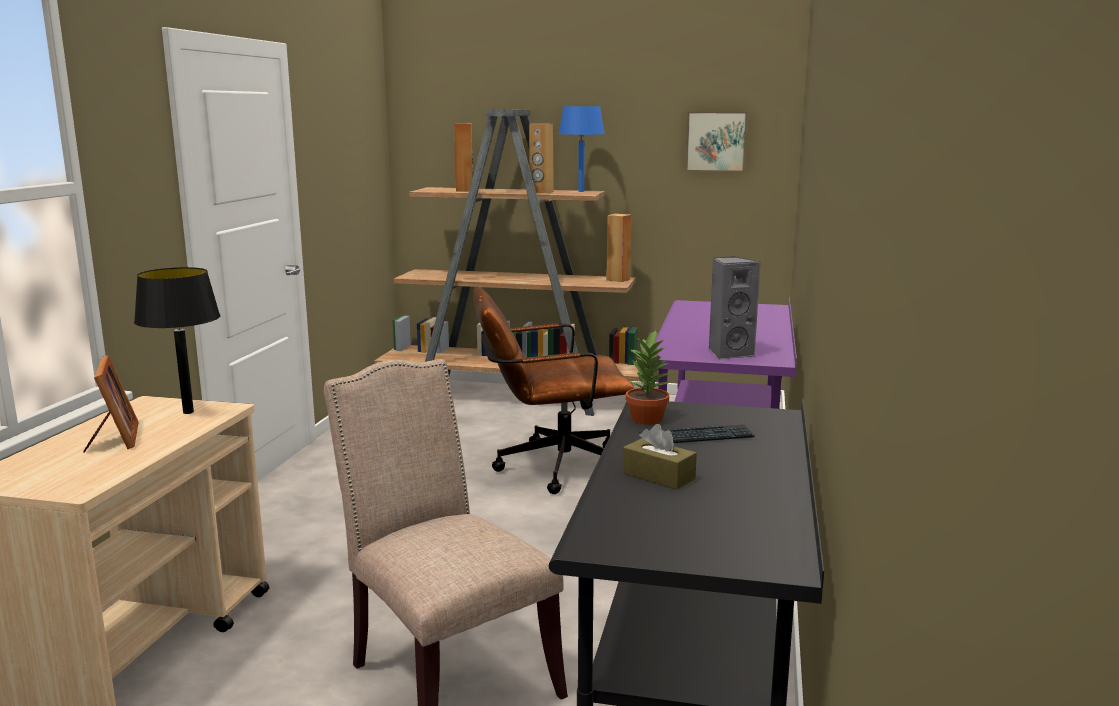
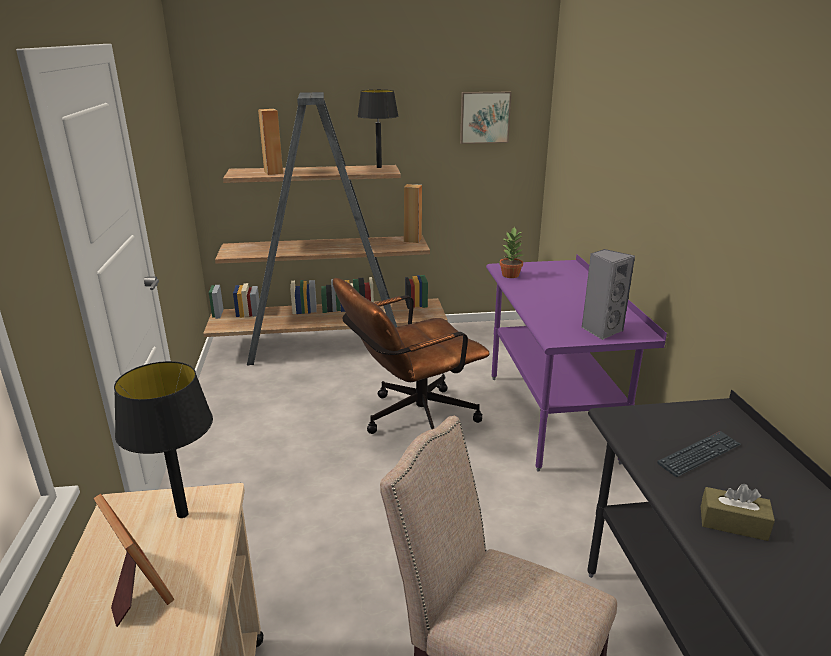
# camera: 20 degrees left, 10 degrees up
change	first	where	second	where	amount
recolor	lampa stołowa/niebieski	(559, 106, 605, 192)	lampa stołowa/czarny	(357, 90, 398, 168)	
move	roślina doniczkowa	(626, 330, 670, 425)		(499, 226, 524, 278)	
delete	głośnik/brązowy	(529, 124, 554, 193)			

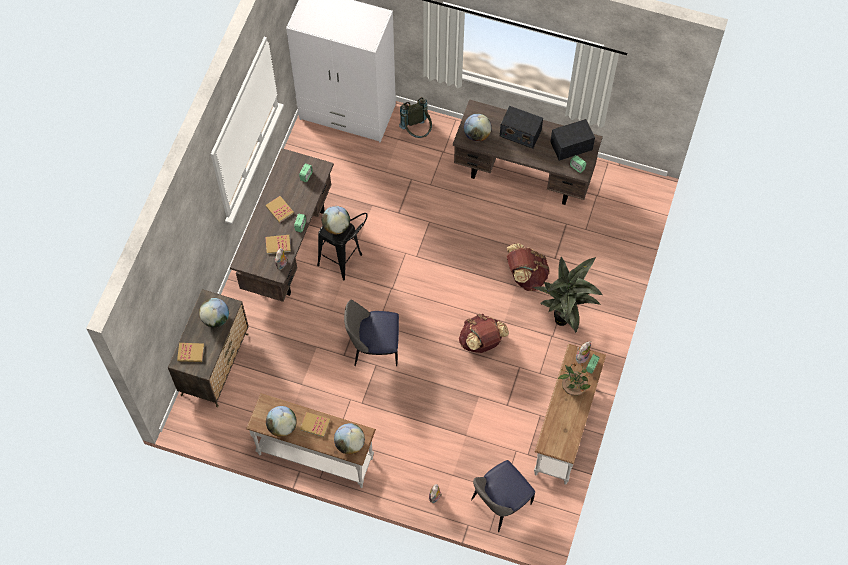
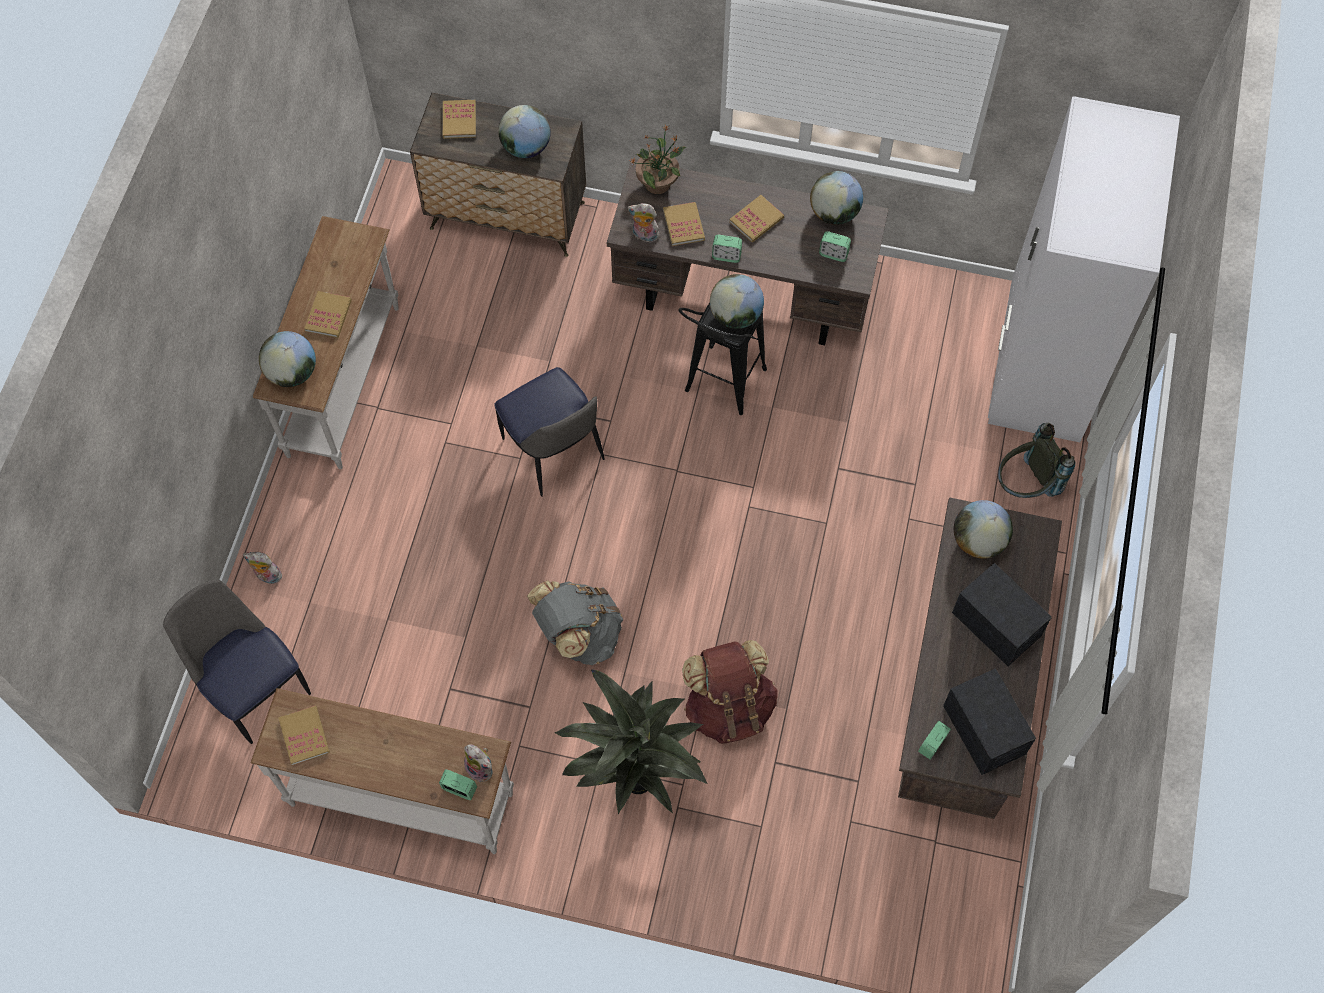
# camera: 85 degrees right, 0 degrees up
change	first	where	second	where	amount
insert			książka	(278, 706, 330, 766)	
rotate	krzesło	(344, 300, 399, 366)		(494, 367, 605, 497)	150 degrees clockwise
recolor	plecak/brązowy	(459, 314, 509, 353)	plecak/szary	(527, 580, 623, 665)	
move	roślina doniczkowa	(558, 363, 591, 396)		(630, 125, 686, 194)	
move	globus	(266, 406, 297, 437)		(810, 171, 863, 225)	
rotate	radio	(500, 106, 543, 148)		(952, 563, 1052, 666)	120 degrees clockwise

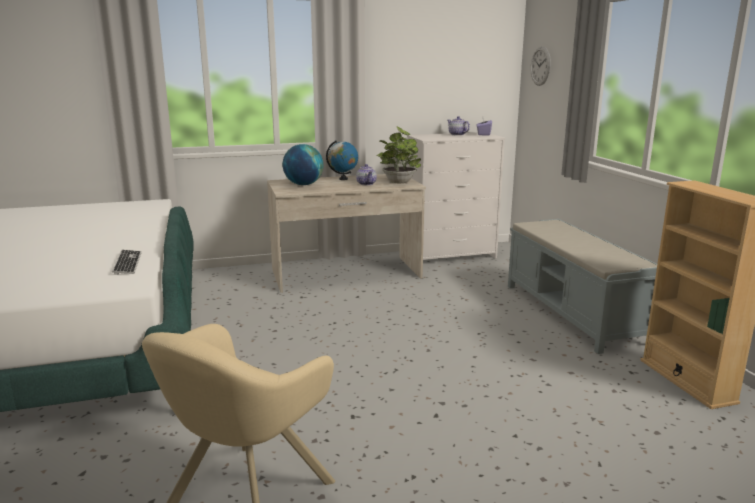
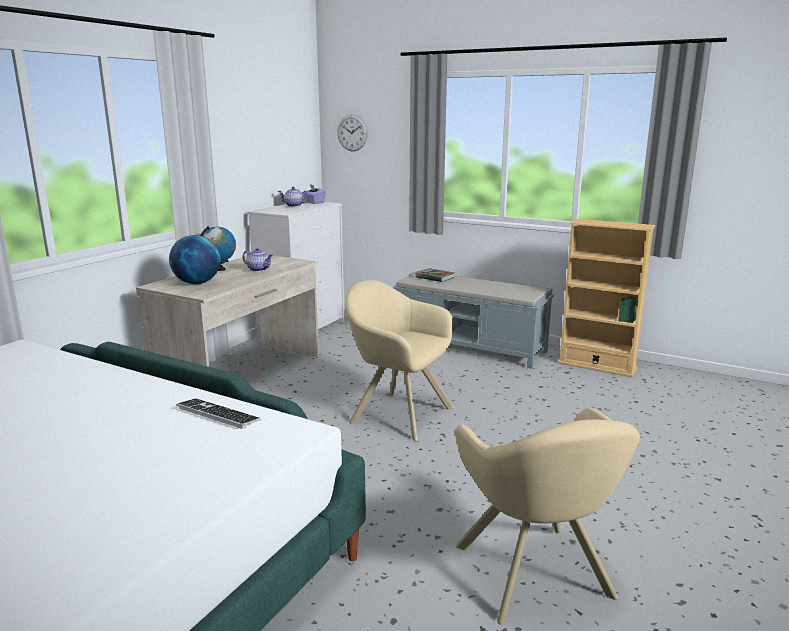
# camera: 45 degrees left, 0 degrees up
change	first	where	second	where	amount
insert			fotel/beżowy	(345, 280, 454, 442)	
insert			książka	(415, 268, 455, 282)	
delete	roślina doniczkowa	(377, 127, 421, 183)			

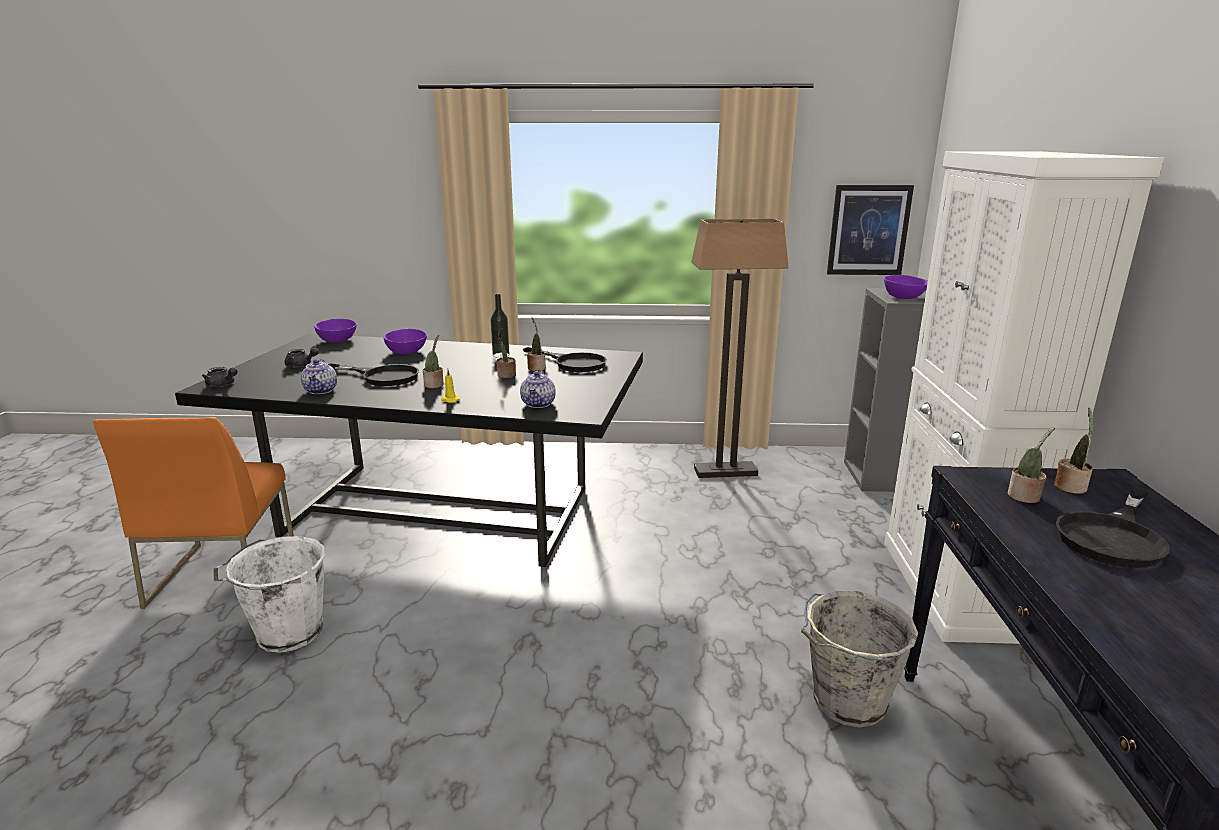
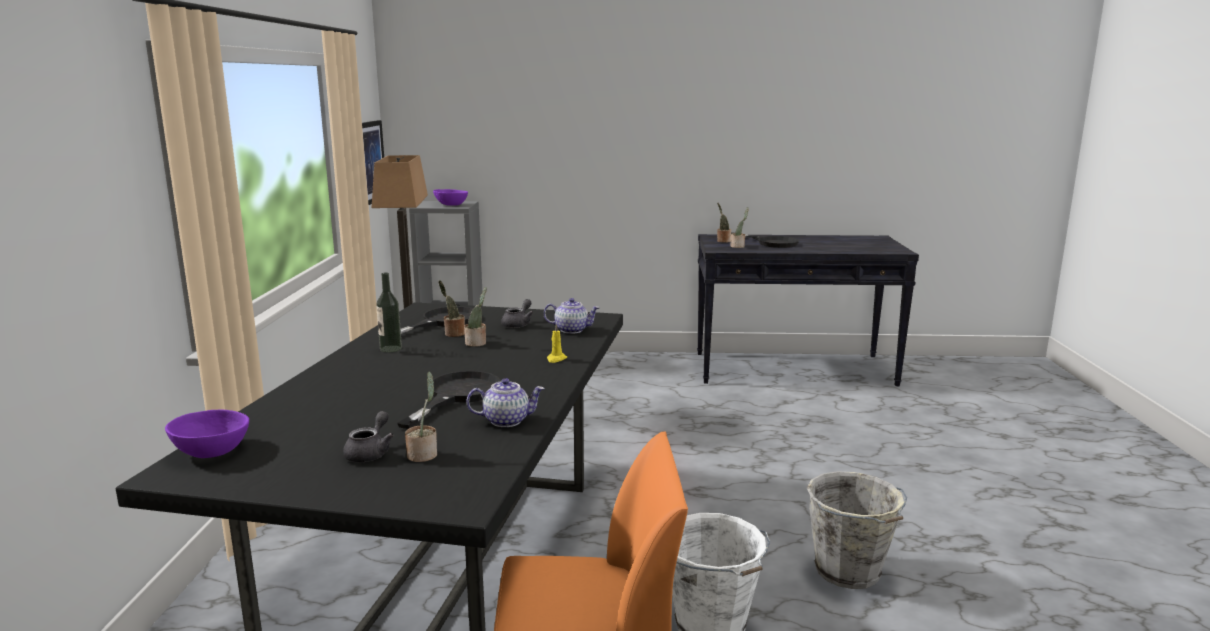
# camera: 90 degrees left, 5 degrees down
change	first	where	second	where	amount
move	roślina doniczkowa	(423, 335, 443, 388)		(405, 372, 437, 462)	
move	imbryk/szary	(202, 367, 238, 387)		(501, 299, 534, 328)	
move	wiadro/szary	(801, 591, 918, 728)		(807, 471, 907, 589)	
delete	miska/fioletowy	(384, 329, 427, 354)			
delete	szafka/biały	(884, 151, 1164, 644)			

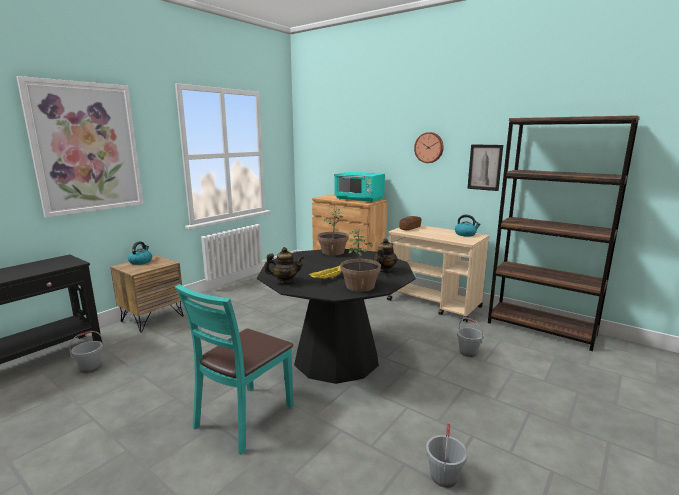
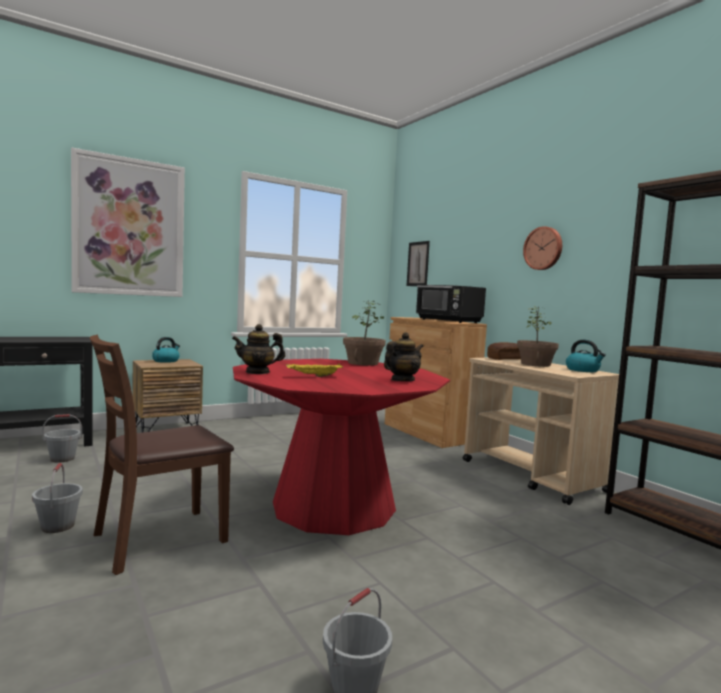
# camera: 20 degrees right, 10 degrees down
change	first	where	second	where	amount
move	wiadro/szary	(457, 318, 484, 357)		(32, 463, 83, 533)	
recolor	krzesło/turkusowy	(175, 284, 293, 454)	krzesło/brązowy	(90, 335, 234, 575)	
rotate	imbryk	(265, 247, 304, 284)		(232, 324, 285, 374)	150 degrees clockwise
recolor	stół jadalny/czarny	(257, 249, 416, 384)	stół jadalny/czerwony	(233, 359, 450, 535)	
move	obraz	(467, 144, 503, 191)		(407, 241, 430, 286)	
recolor	mikrofalówka/turkusowy	(334, 172, 385, 202)	mikrofalówka/czarny	(416, 285, 486, 323)	
move	roślina doniczkowa	(340, 229, 381, 292)		(517, 306, 559, 367)	

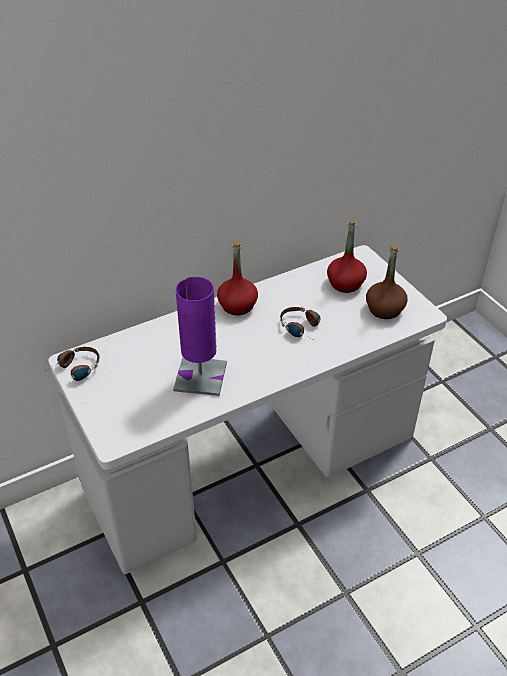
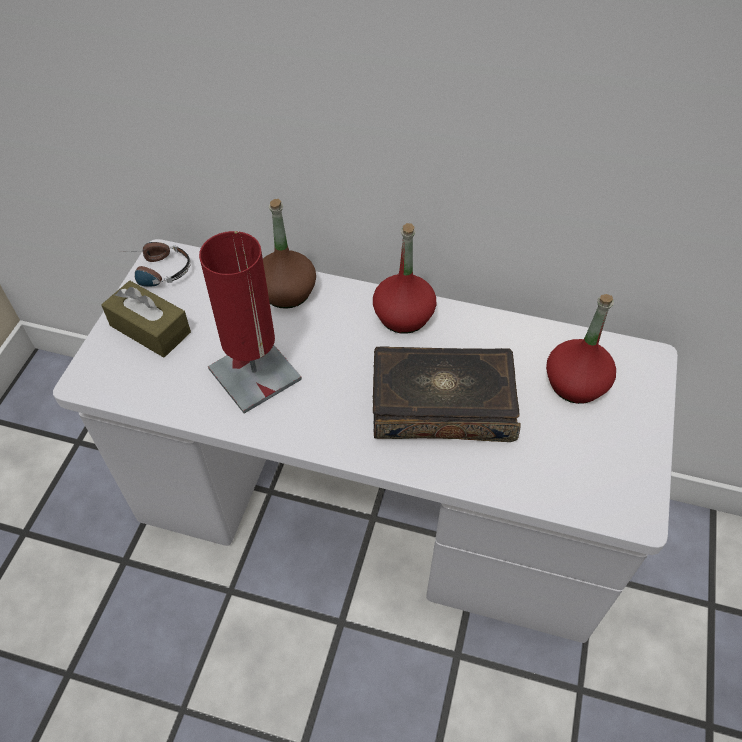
# camera: 45 degrees right, 10 degrees up
change	first	where	second	where	amount
insert			pudełko chusteczek/brązowy	(101, 281, 191, 358)	
recolor	lampa stołowa/fioletowy	(173, 277, 227, 396)	lampa stołowa/czerwony	(199, 231, 302, 414)	
move	butelka/brązowy	(366, 244, 408, 319)		(263, 199, 316, 309)	
replace	słuchawki	(280, 307, 321, 341)	książka	(373, 346, 521, 442)	

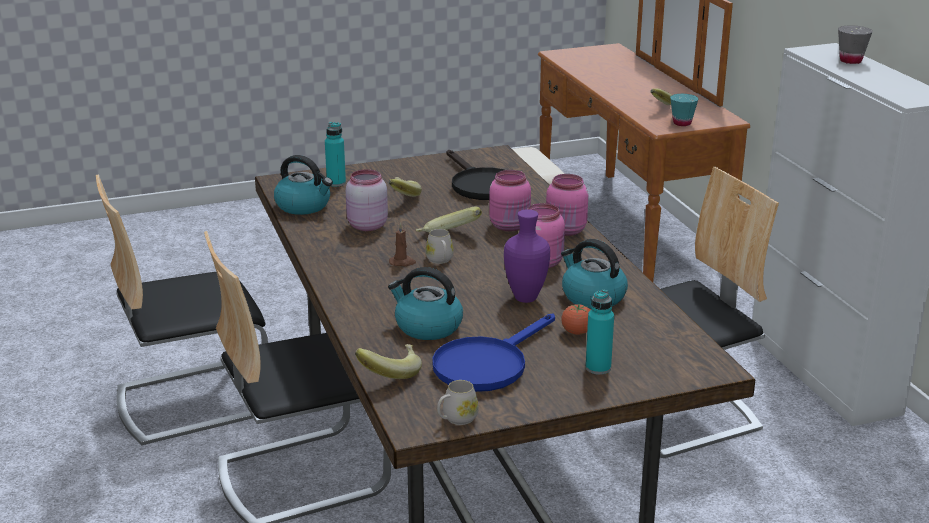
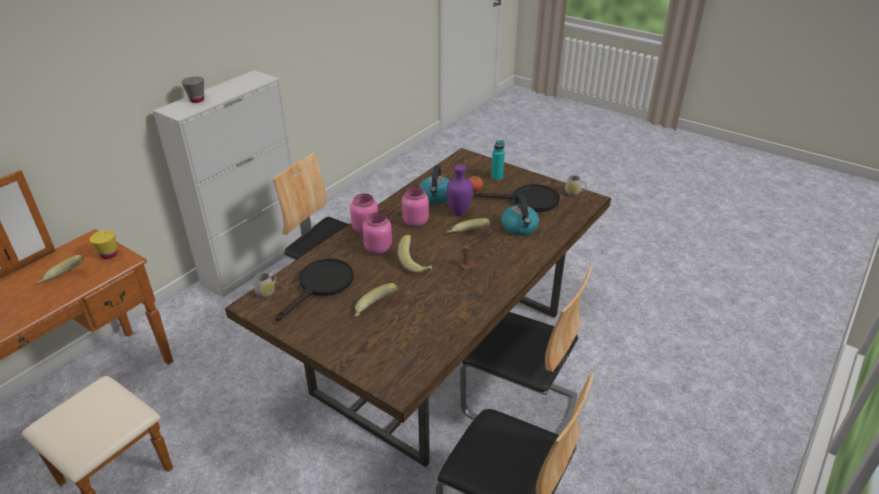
# camera: 125 degrees left, 10 degrees up
change	first	where	second	where	amount
recolor	filiżanka/turkusowy	(670, 94, 698, 126)	filiżanka/żółty	(90, 230, 117, 259)	
move	kubek/biały	(425, 229, 454, 264)		(254, 273, 276, 298)	
move	banan	(355, 344, 422, 379)		(447, 218, 490, 233)	
recolor	patelnia/niebieski	(432, 313, 555, 392)	patelnia/czarny	(474, 184, 560, 212)	
delete	czajnik	(274, 155, 333, 215)			
delete	butelka/turkusowy	(325, 122, 346, 187)			
delete	słoik/różowy	(346, 169, 388, 231)			

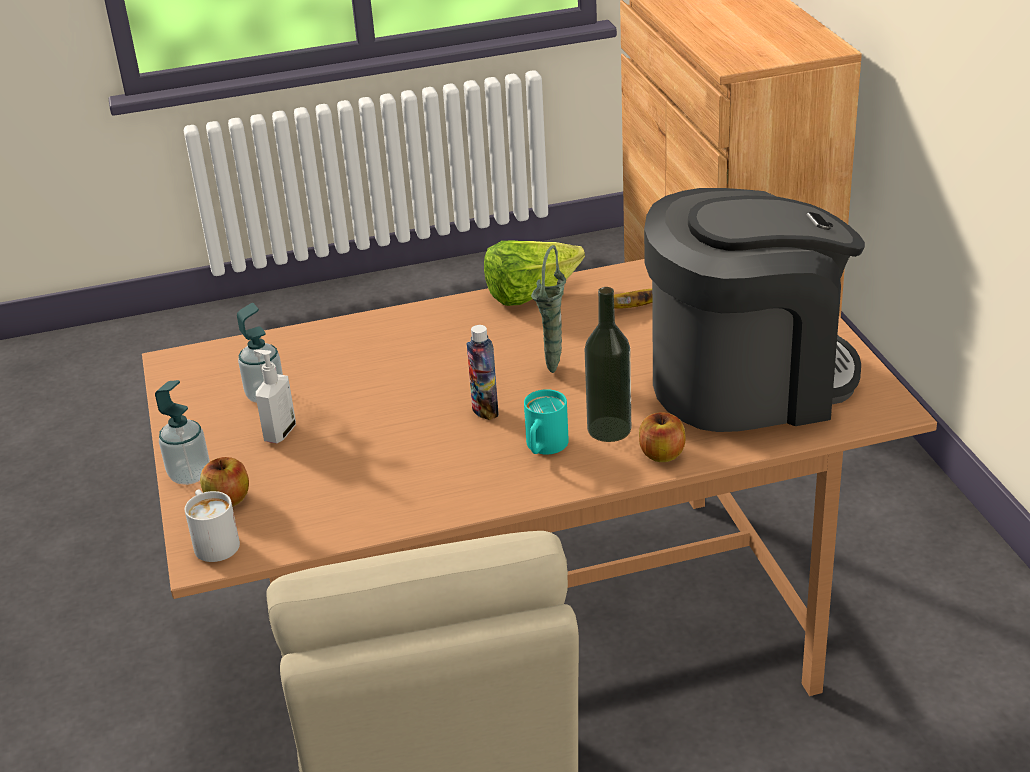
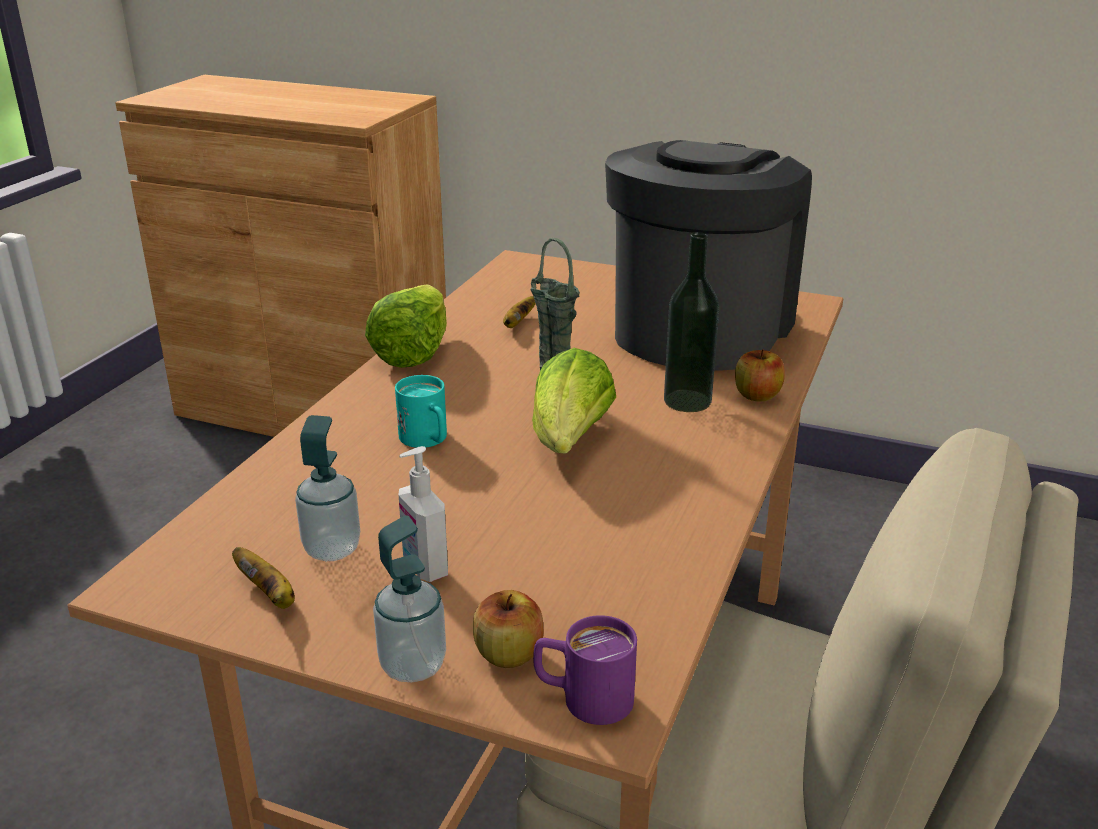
# camera: 55 degrees left, 5 degrees down
change	first	where	second	where	amount
insert			banan	(232, 547, 295, 609)	
move	kubek/turkusowy	(524, 389, 569, 454)		(395, 375, 447, 448)	
replace	butelka	(466, 325, 499, 420)	sałata	(532, 348, 616, 454)	
recolor	kubek/biały	(185, 489, 240, 562)	kubek/fioletowy	(533, 615, 637, 725)	

